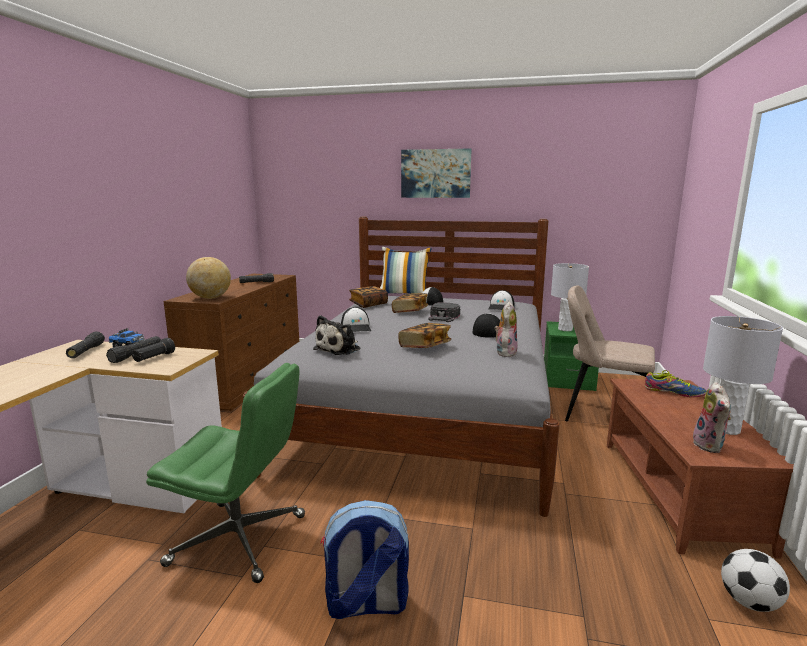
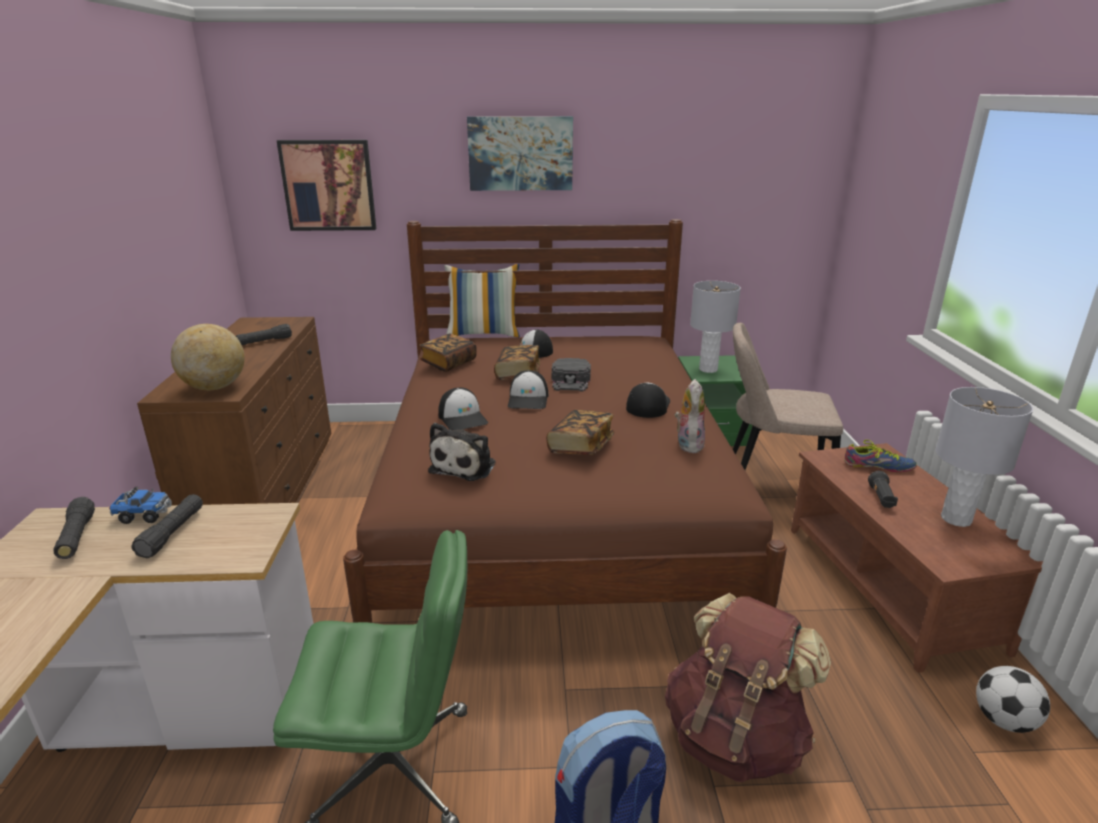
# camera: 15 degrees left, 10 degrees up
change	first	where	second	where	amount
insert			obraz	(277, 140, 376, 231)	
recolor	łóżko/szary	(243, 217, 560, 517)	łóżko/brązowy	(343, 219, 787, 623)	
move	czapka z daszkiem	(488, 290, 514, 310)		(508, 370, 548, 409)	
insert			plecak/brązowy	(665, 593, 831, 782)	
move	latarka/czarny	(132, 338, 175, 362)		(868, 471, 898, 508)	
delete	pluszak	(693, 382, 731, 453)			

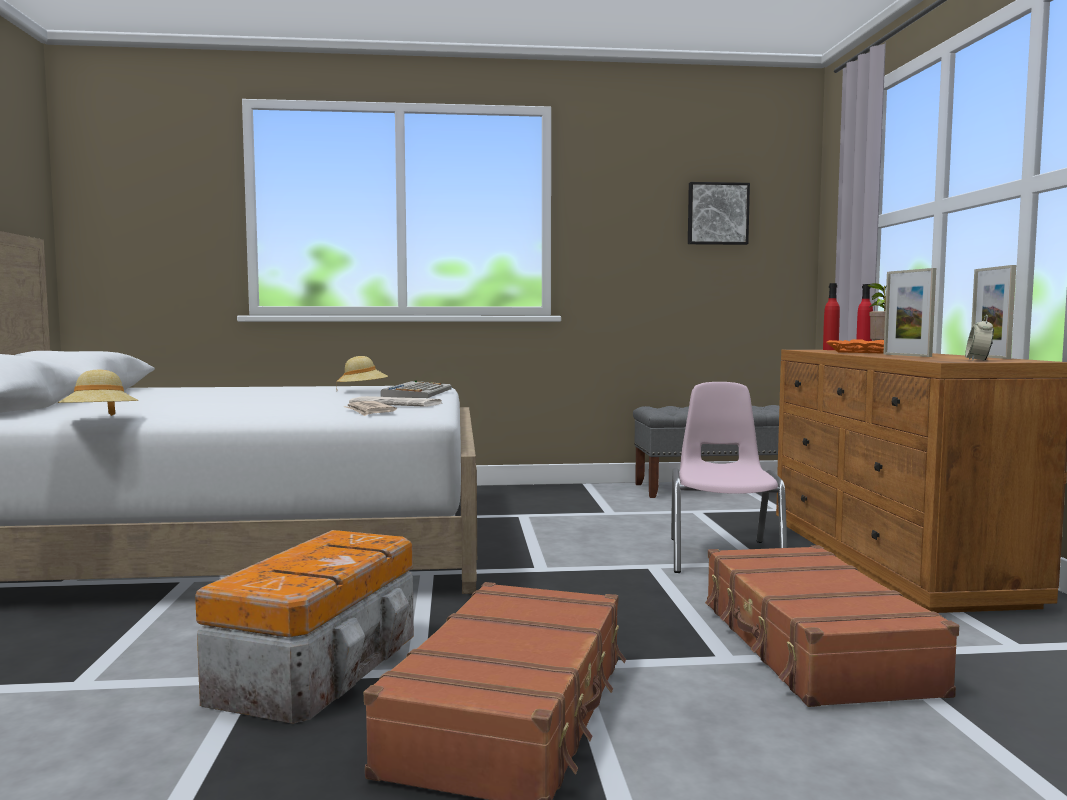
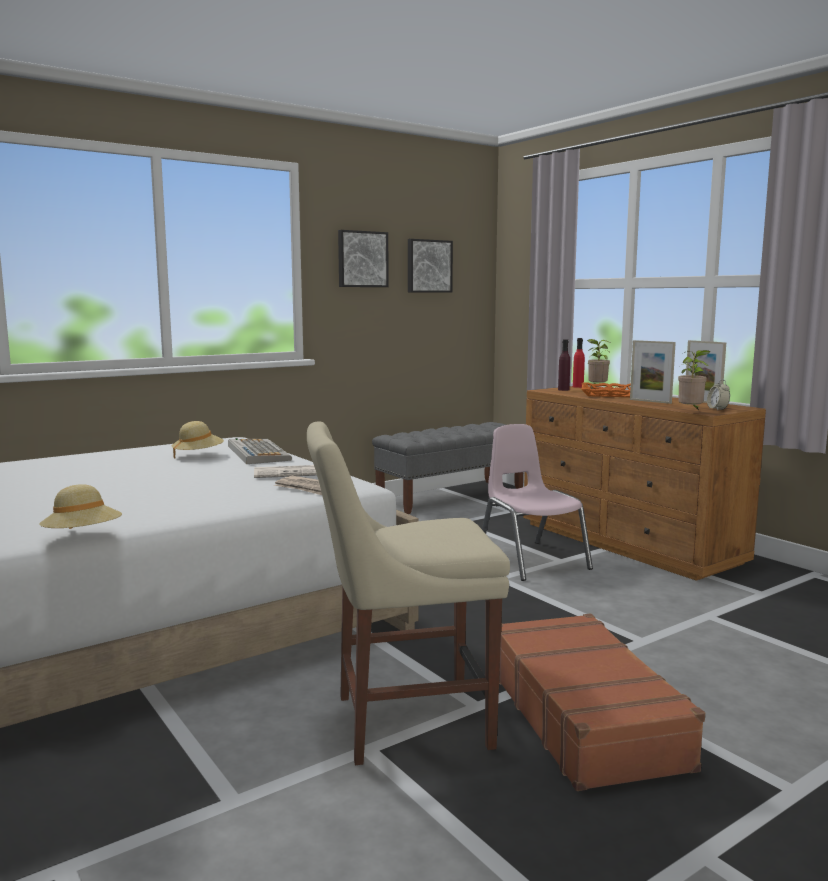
# camera: 30 degrees left, 5 degrees up
change	first	where	second	where	amount
replace	pojemnik do przechowywania	(195, 530, 414, 724)	krzesło/beżowy	(307, 422, 510, 765)	
insert			obraz	(338, 230, 389, 287)	
recolor	butelka/czerwony	(823, 283, 840, 350)	butelka/fioletowy	(558, 339, 570, 391)	
insert			roślina doniczkowa	(678, 350, 711, 410)	
delete	walizka/brązowy	(705, 545, 959, 707)			

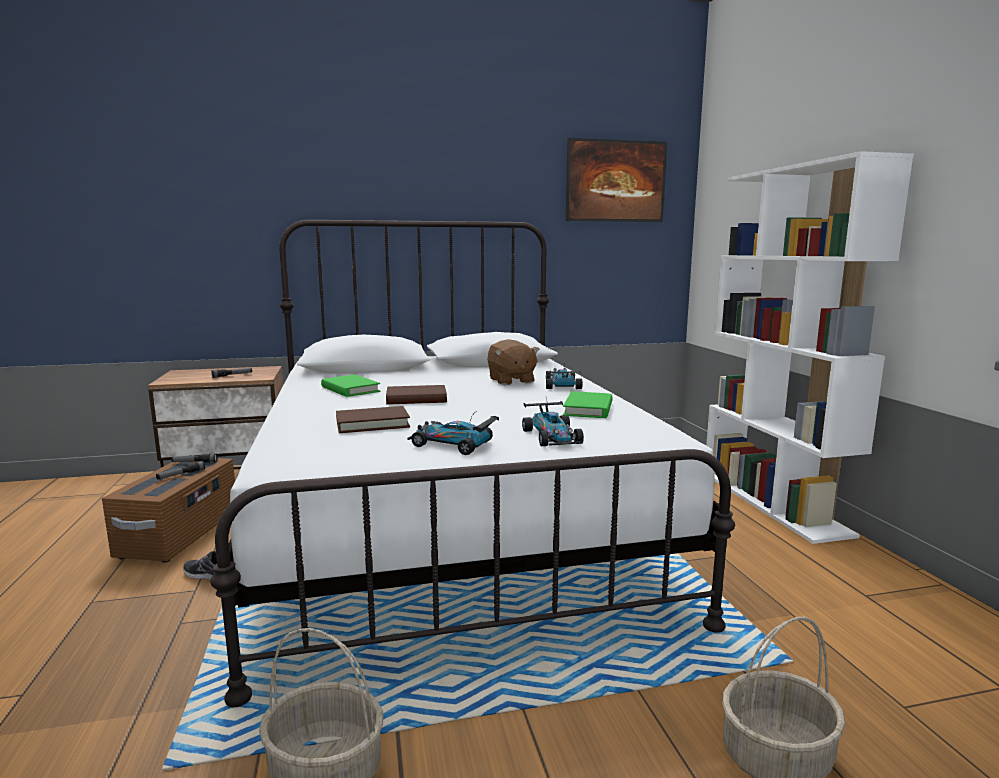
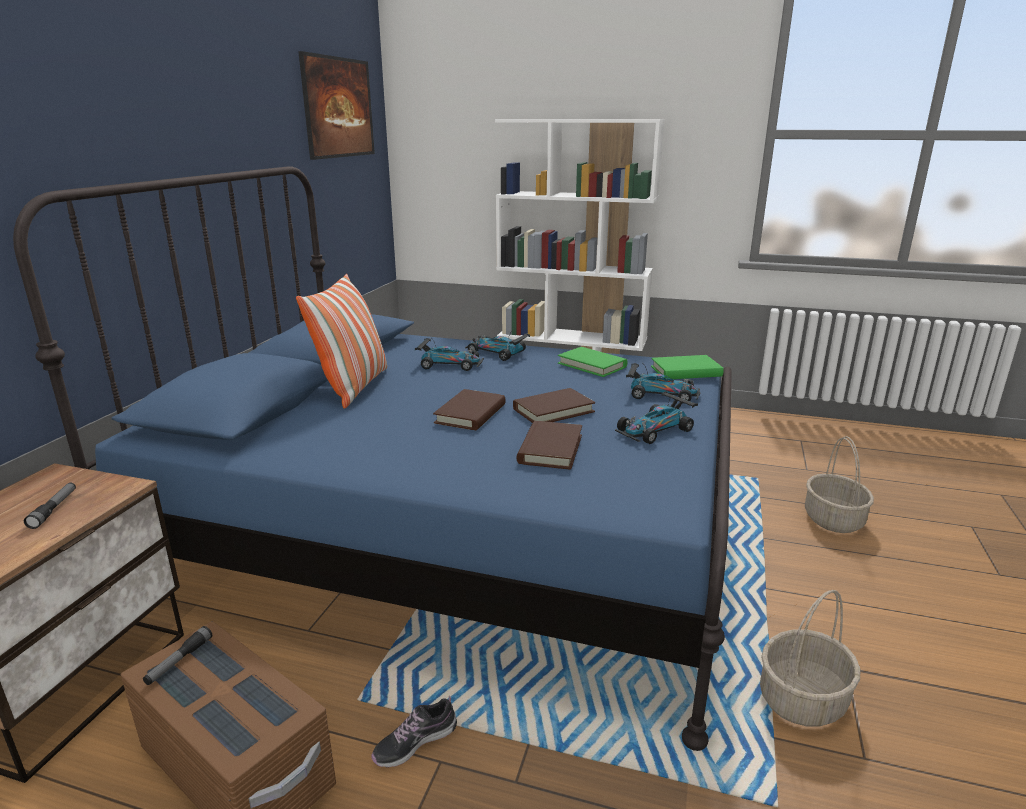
# camera: 60 degrees left, 10 degrees up
change	first	where	second	where	amount
recolor	łóżko/biały	(210, 220, 735, 707)	łóżko/niebieski	(13, 166, 732, 751)	
insert			poduszka	(296, 274, 387, 409)	
replace	pluszak/brązowy	(487, 339, 540, 385)	samochodzik	(415, 338, 484, 371)	
insert			książka/brązowy	(513, 388, 595, 423)	
move	książka/zielony	(321, 375, 381, 397)		(651, 355, 723, 379)	
delete	latarka	(156, 461, 205, 480)			

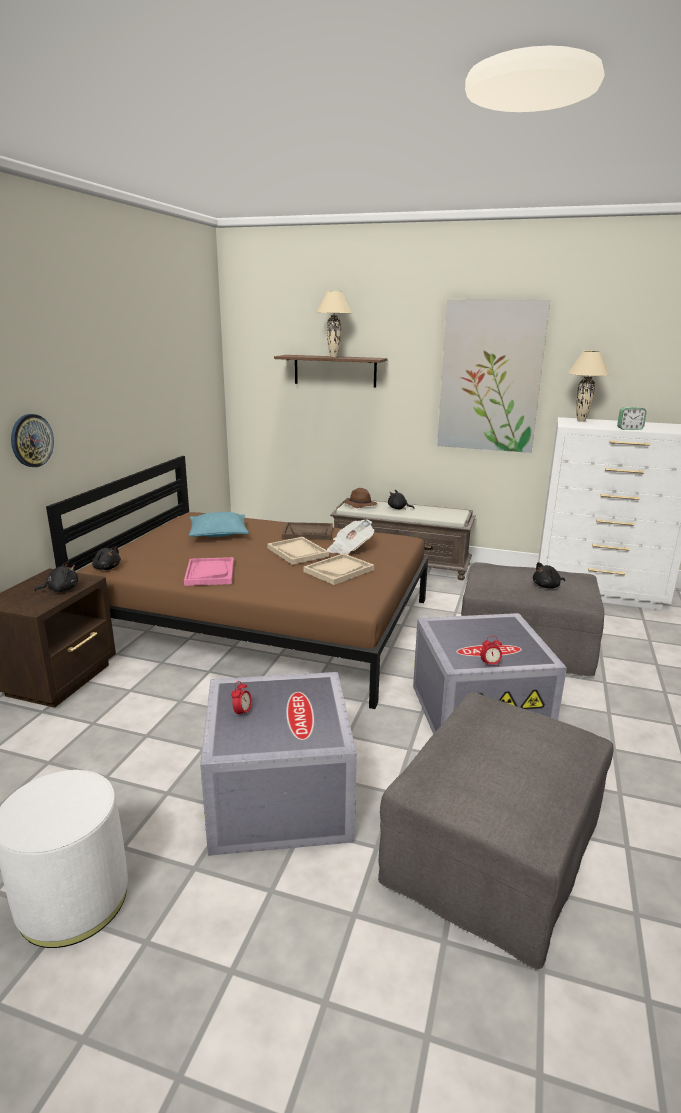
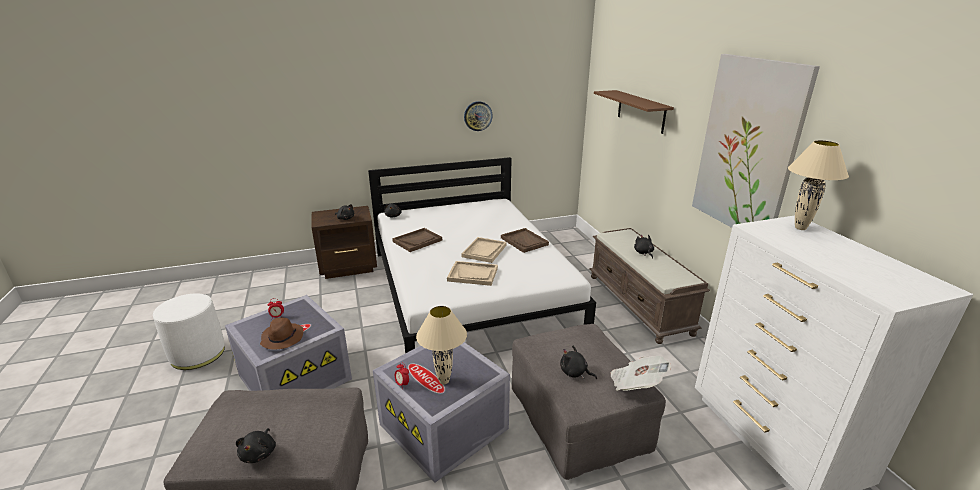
# camera: 55 degrees right, 5 degrees up
change	first	where	second	where	amount
insert			pluszak/czarny	(236, 428, 276, 463)	
move	kapelusz/brązowy	(343, 488, 378, 508)		(260, 317, 303, 350)	
recolor	łóżko/brązowy	(46, 456, 428, 709)	łóżko/biały	(368, 157, 596, 353)	
recolor	taca/różowy	(184, 557, 234, 586)	taca/brązowy	(392, 228, 442, 252)	
move	lampa stołowa/beżowy	(316, 291, 352, 357)		(416, 306, 467, 385)	
move	zegar ścienny	(11, 414, 54, 467)		(464, 101, 493, 131)	
move	gazeta	(327, 520, 374, 555)		(610, 355, 671, 391)	
delete	poduszka/turkusowy	(189, 512, 249, 537)			
delete	budzik	(617, 407, 647, 430)			

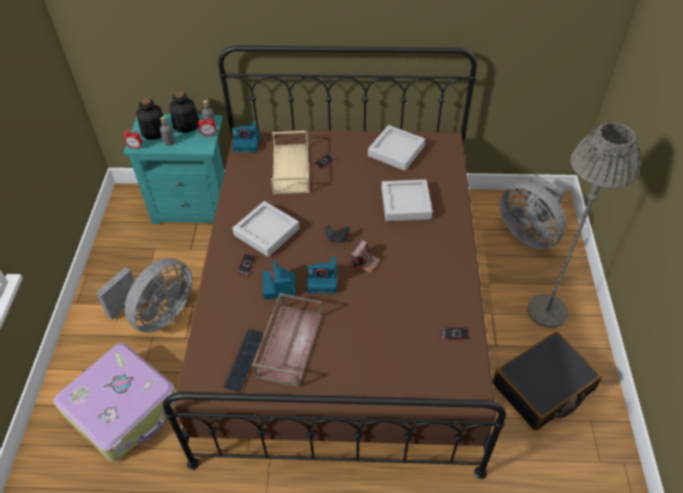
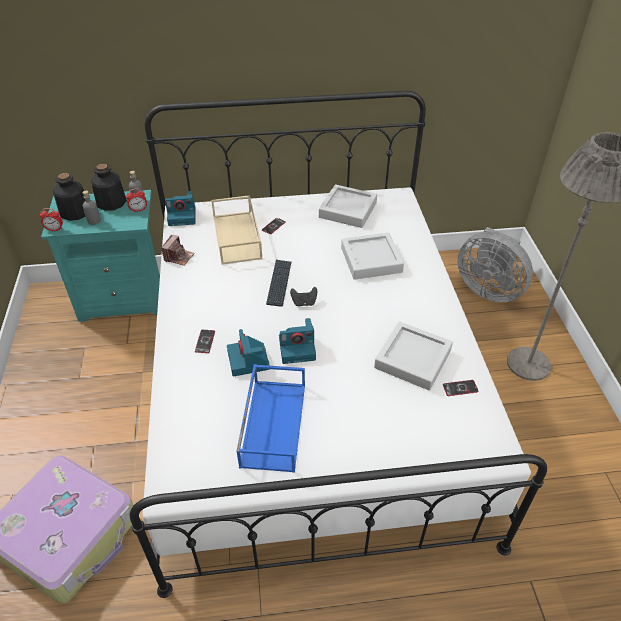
# camera: 10 degrees left, 5 degrees down
change	first	where	second	where	amount
recolor	łóżko/brązowy	(163, 46, 506, 479)	łóżko/biały	(129, 91, 547, 598)	
move	aparat fotograficzny	(351, 240, 381, 273)		(161, 234, 195, 266)	
recolor	taca/brązowy	(252, 293, 322, 388)	taca/niebieski	(237, 364, 305, 473)	
move	klawiatura	(224, 329, 264, 392)		(266, 260, 291, 307)	
move	taca/szary	(232, 201, 299, 257)		(374, 321, 453, 391)	
delete	wentylator/szary	(96, 258, 192, 333)			
delete	walizka/czarny	(493, 331, 602, 430)			

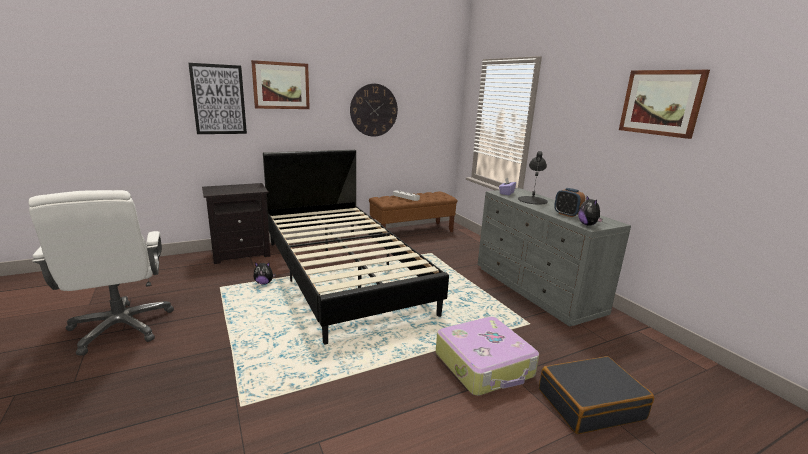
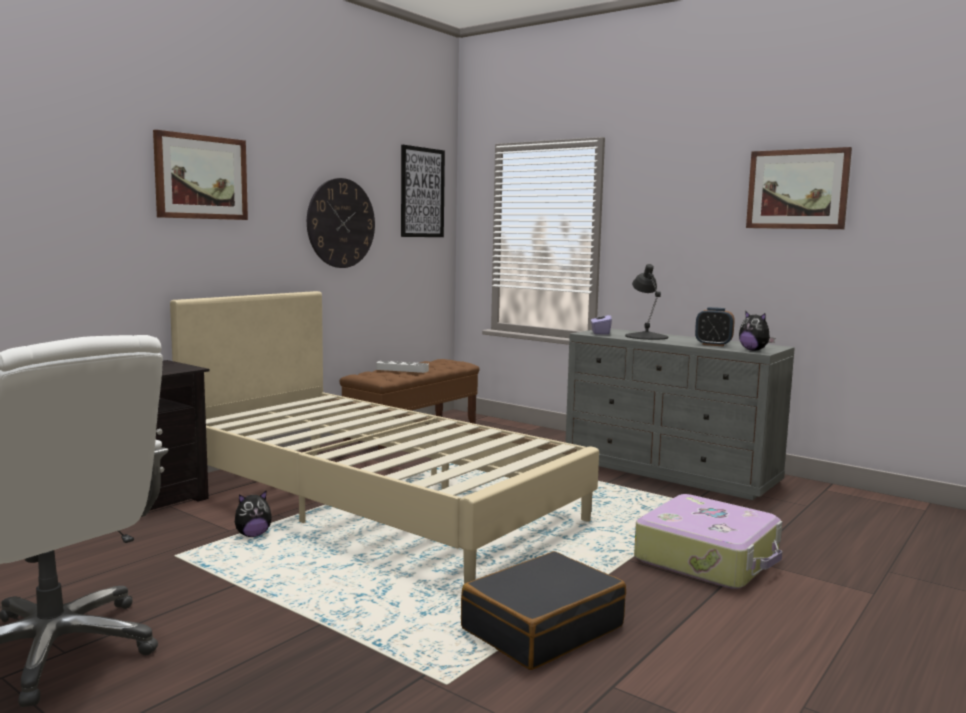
# camera: 25 degrees left, 10 degrees down
change	first	where	second	where	amount
recolor	łóżko/czarny	(263, 150, 449, 345)	łóżko/beżowy	(170, 291, 599, 584)	
move	obraz	(188, 63, 247, 134)		(401, 145, 445, 237)	
move	walizka/czarny	(539, 356, 654, 434)		(461, 551, 626, 670)	

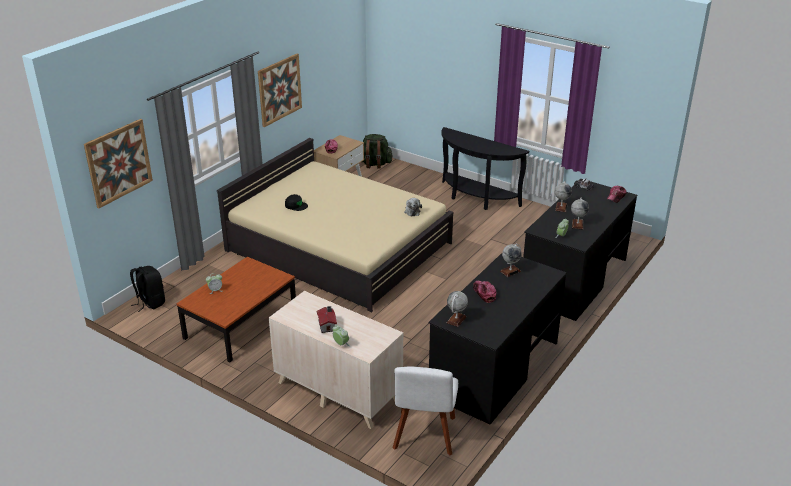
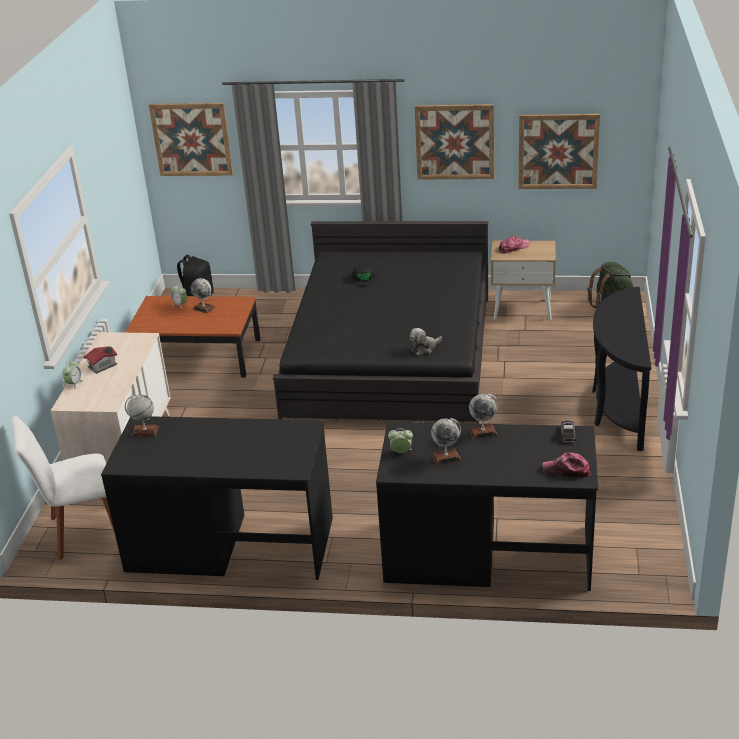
# camera: 65 degrees right, 0 degrees up
change	first	where	second	where	amount
move	globus	(500, 243, 522, 277)		(191, 278, 215, 313)	
recolor	łóżko/beżowy	(217, 138, 454, 312)	łóżko/czarny	(273, 221, 488, 424)	
insert			obraz	(519, 114, 600, 189)	
delete	czapka z daszkiem	(473, 280, 497, 303)			

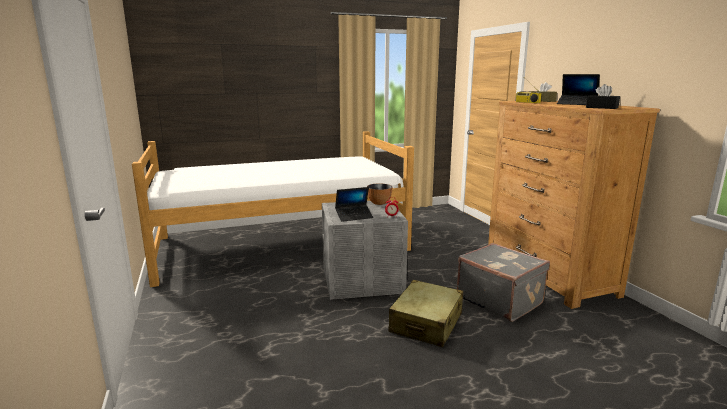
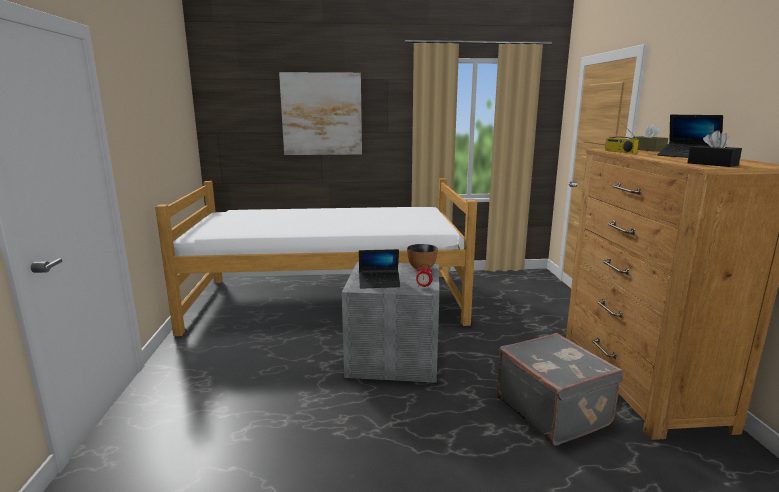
# camera: 15 degrees right, 0 degrees up
change	first	where	second	where	amount
insert			obraz	(279, 72, 362, 155)	
delete	walizka/beżowy	(389, 280, 463, 347)			

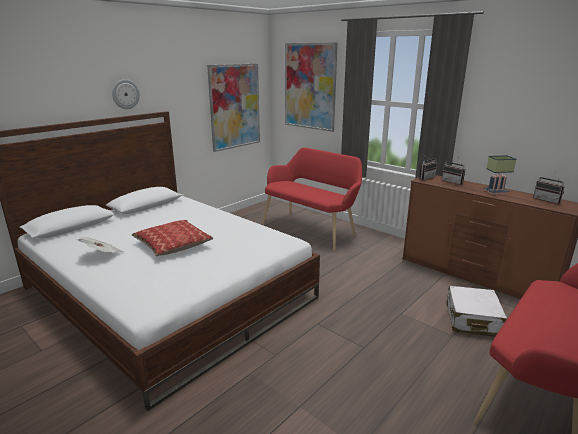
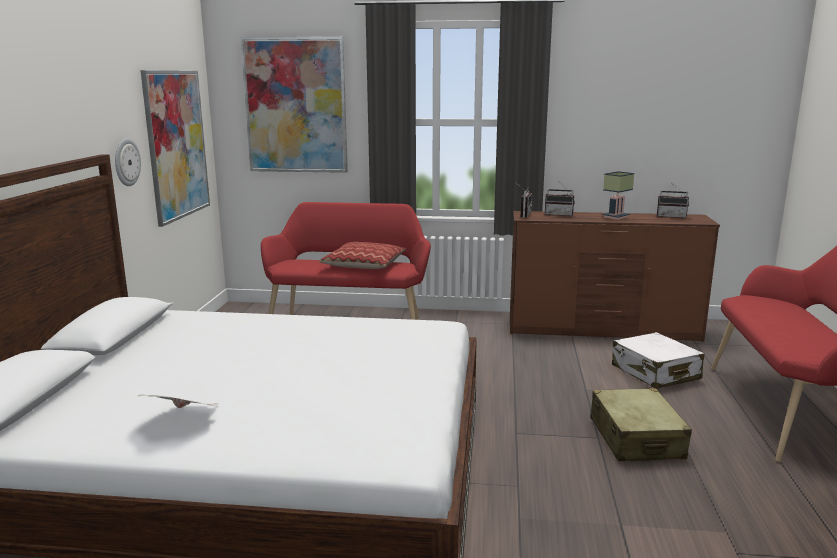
# camera: 35 degrees left, 5 degrees down
change	first	where	second	where	amount
move	zegar ścienny	(112, 79, 140, 109)		(115, 138, 141, 186)	
move	poduszka	(132, 220, 213, 256)		(319, 242, 406, 269)	
insert			walizka/beżowy	(590, 388, 692, 461)	

